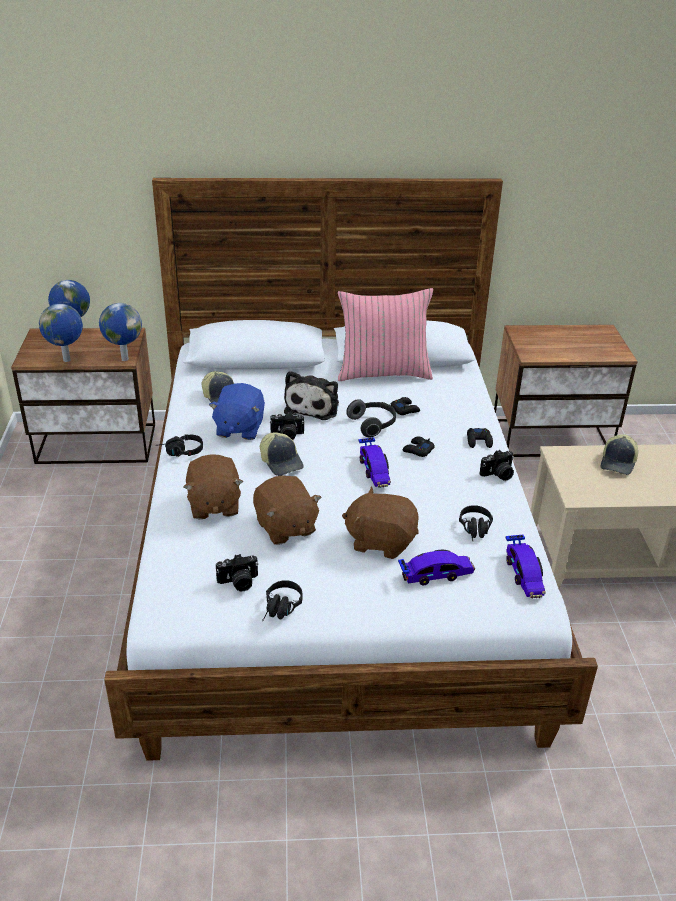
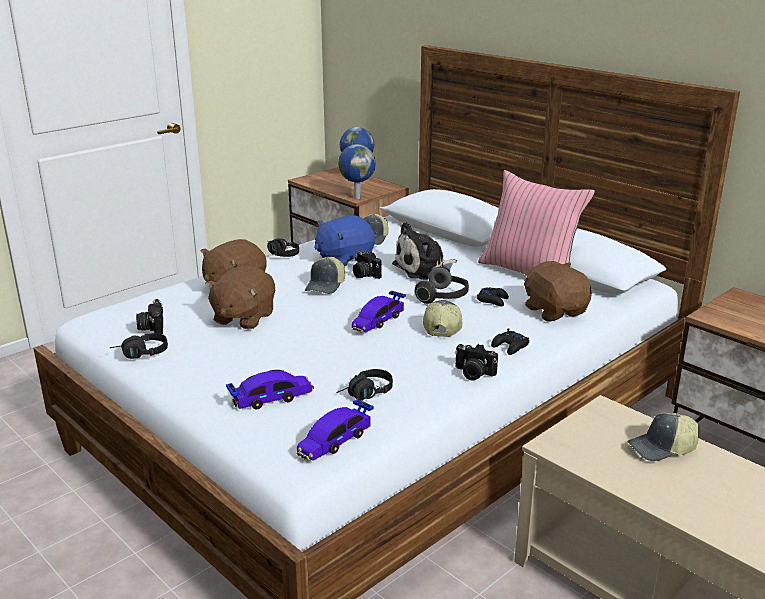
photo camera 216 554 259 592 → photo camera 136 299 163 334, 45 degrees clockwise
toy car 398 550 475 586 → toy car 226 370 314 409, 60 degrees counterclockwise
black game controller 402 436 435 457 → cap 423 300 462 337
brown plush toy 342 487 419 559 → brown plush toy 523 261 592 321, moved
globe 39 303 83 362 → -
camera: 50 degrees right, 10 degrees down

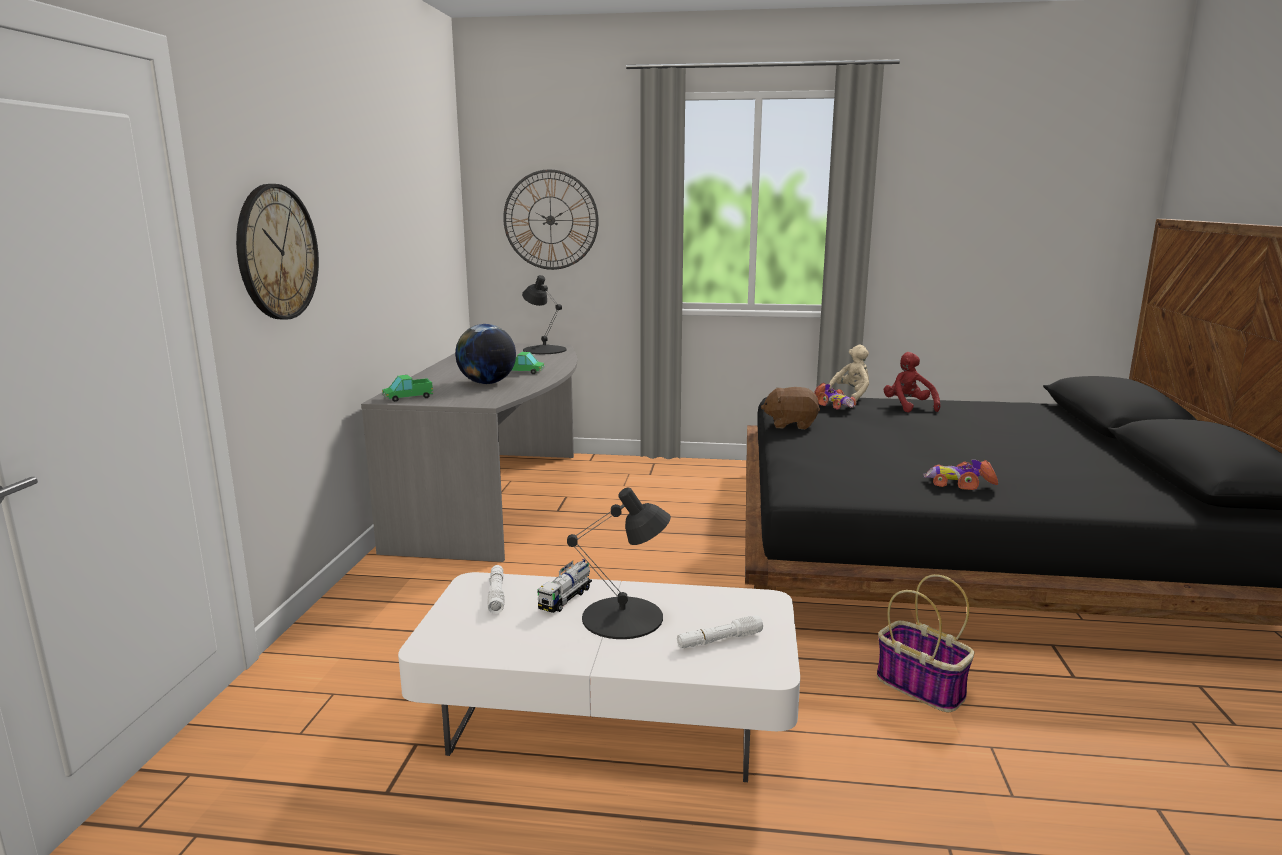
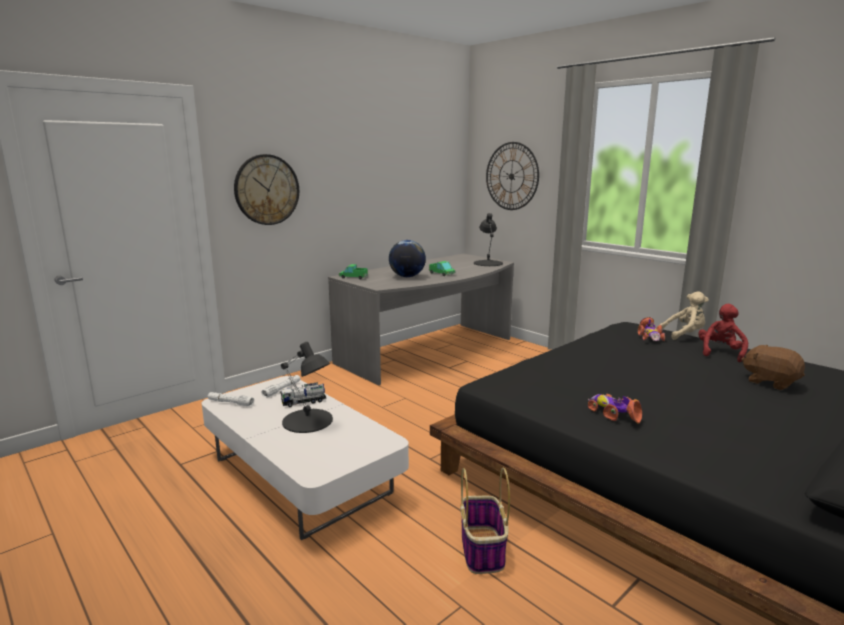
white flashlight 677 615 763 648 → white flashlight 208 392 254 406, moved
brown plush toy 761 387 820 429 → brown plush toy 741 345 805 390, moved
camera: 40 degrees right, 0 degrees up

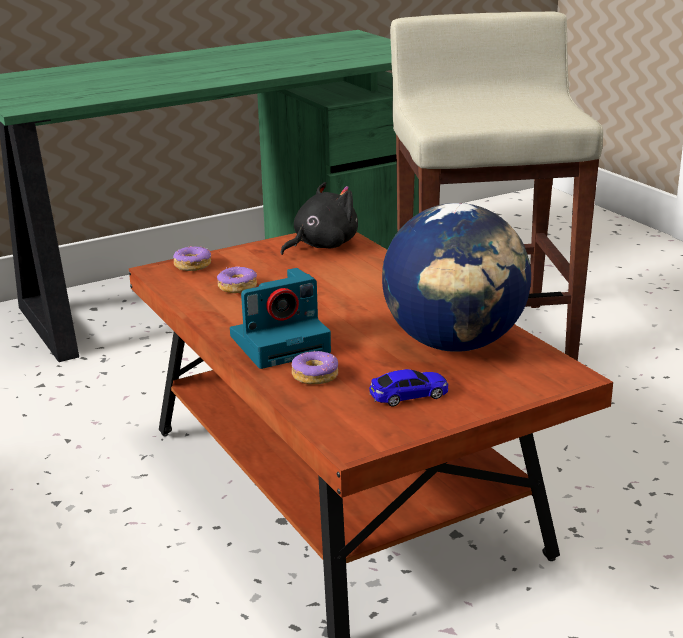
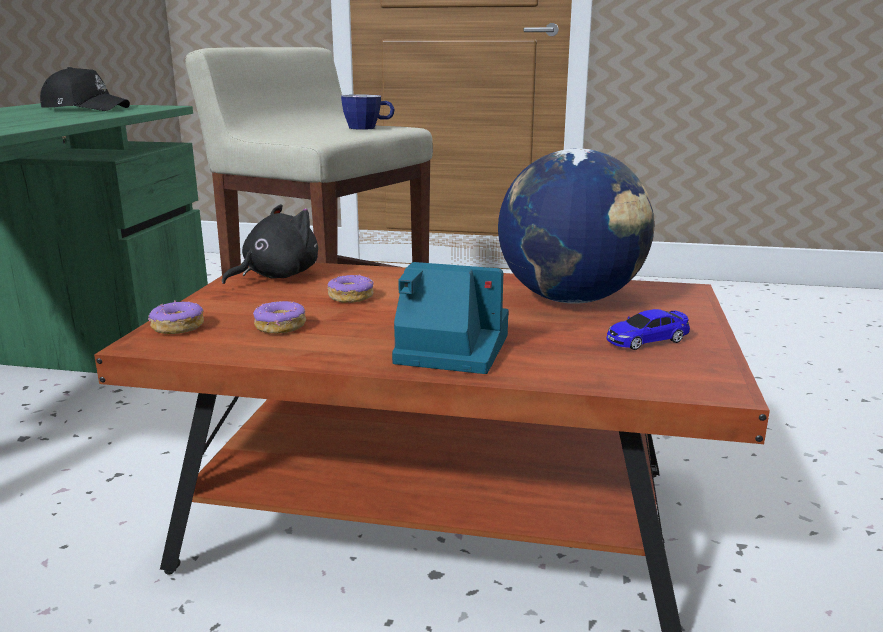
- → black cap 40 67 130 111
black plush toy 281 182 358 255 → black plush toy 222 204 318 284, 45 degrees clockwise
donut 292 350 338 384 → donut 327 274 374 303, moved
- → cup 341 94 395 130
photo camera 230 268 331 369 → photo camera 392 262 509 374, 90 degrees counterclockwise
toy car 369 369 448 407 → toy car 606 309 690 350, 135 degrees counterclockwise
camera: 50 degrees left, 5 degrees down

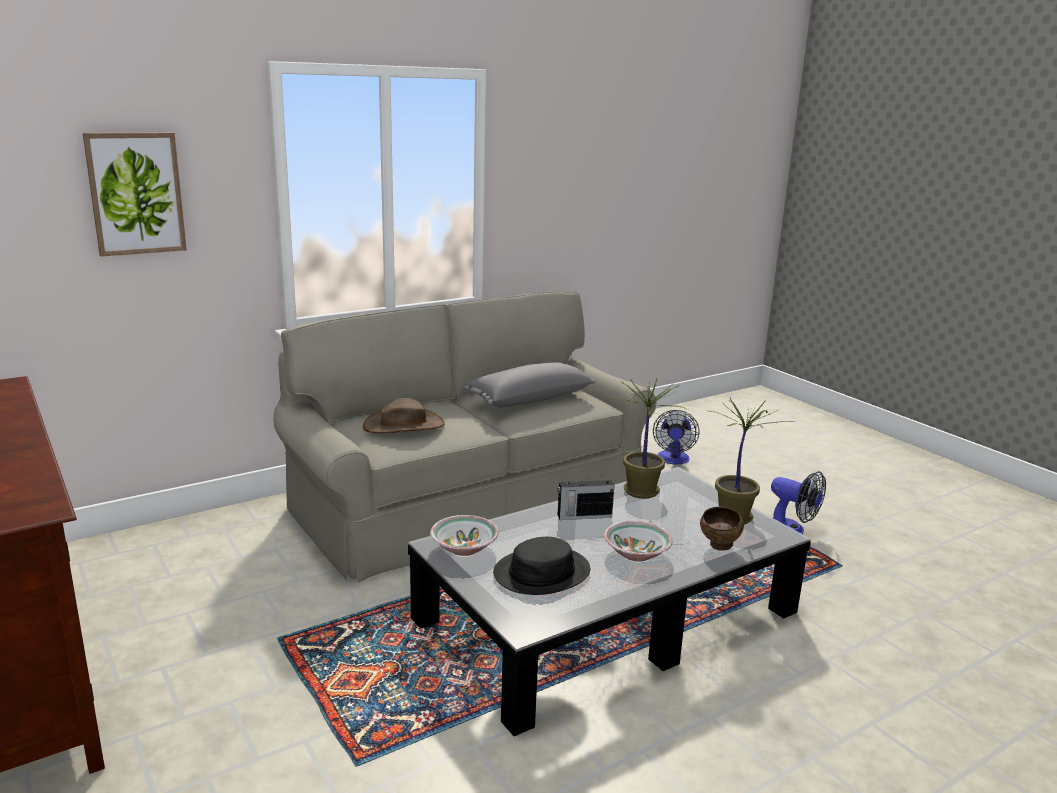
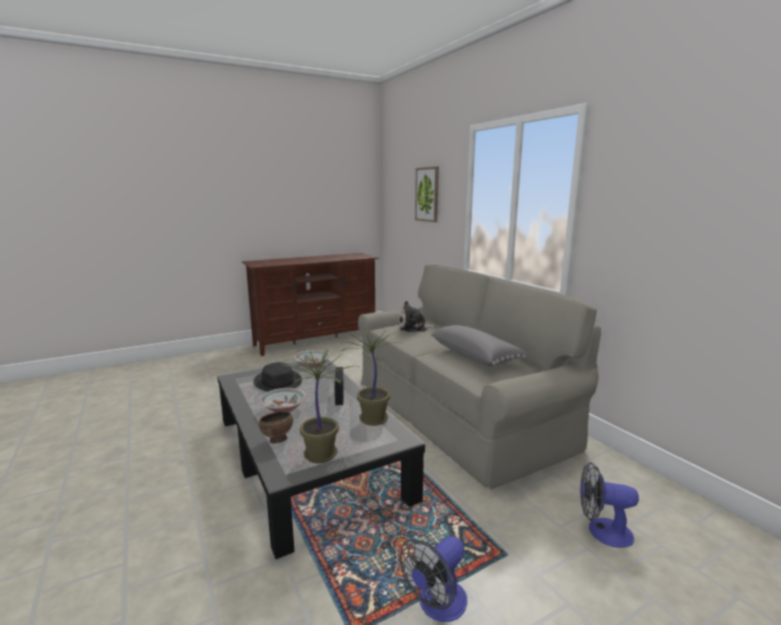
brown hat 363 398 445 433 → plush toy 398 301 436 332
camera: 95 degrees right, 5 degrees down

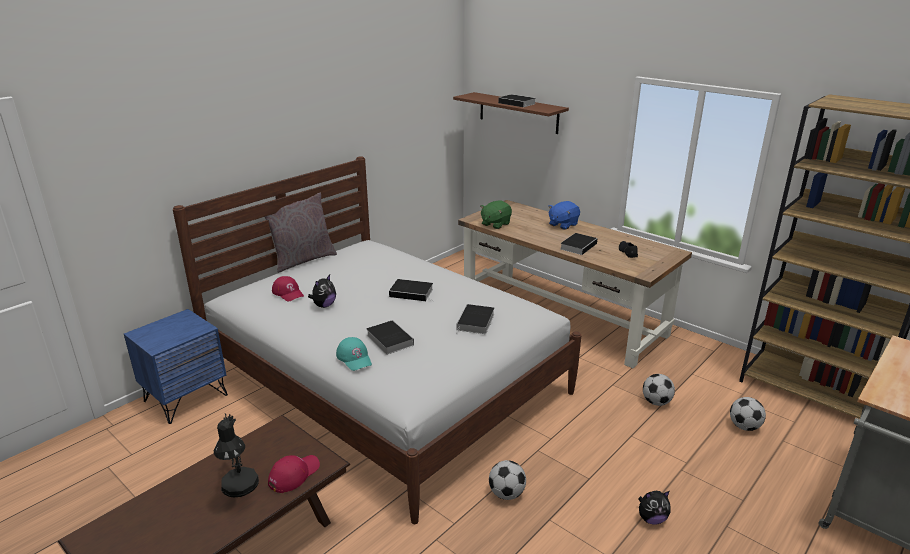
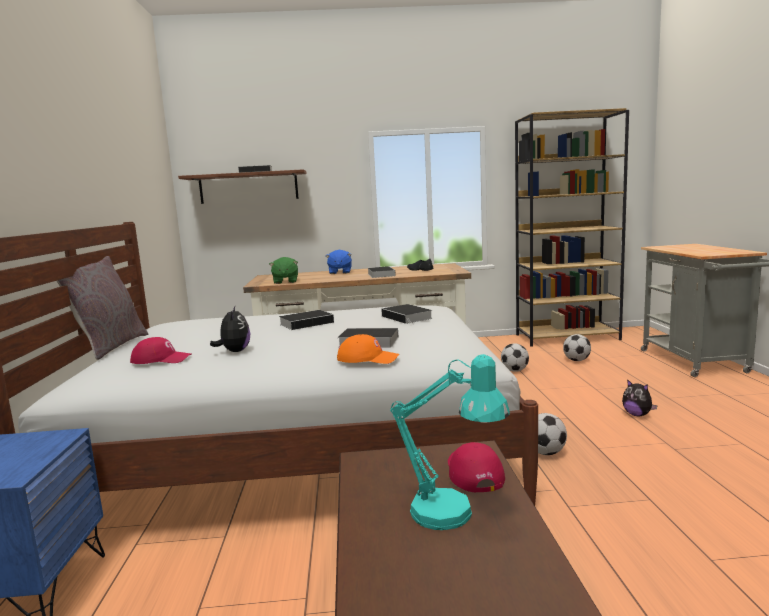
turquoise cap 336 337 372 371 → orange cap 337 334 399 364
black table lamp 214 413 259 497 → turquoise table lamp 390 354 510 530
plush toy 638 491 671 525 → plush toy 622 379 658 417, 105 degrees clockwise
camera: 45 degrees left, 15 degrees down

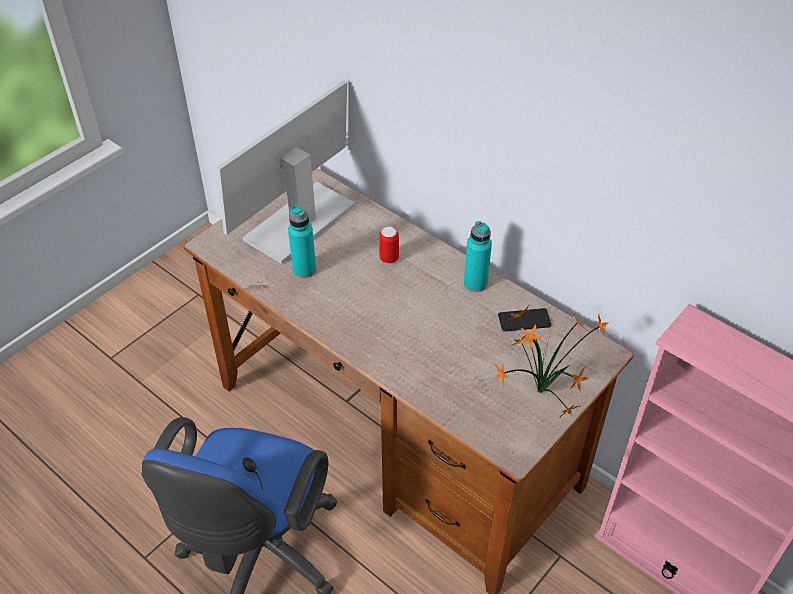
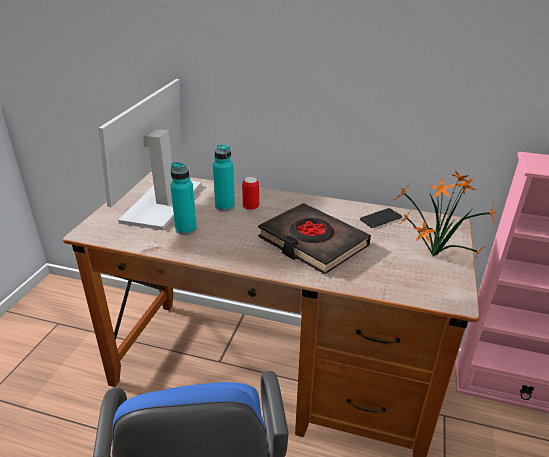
turquoise bottle 464 221 492 292 → turquoise bottle 213 144 235 211, moved
- → black book 258 203 371 274
camera: 25 degrees left, 15 degrees down

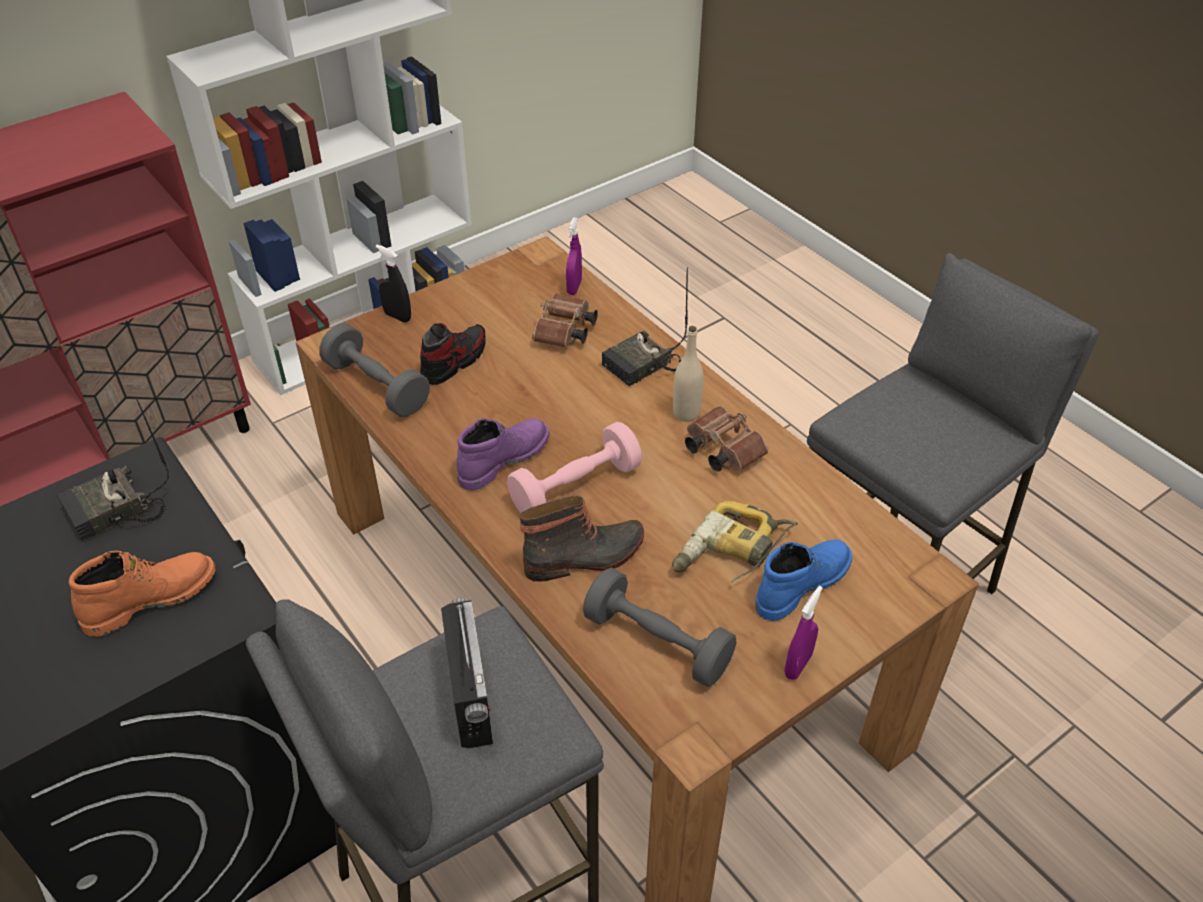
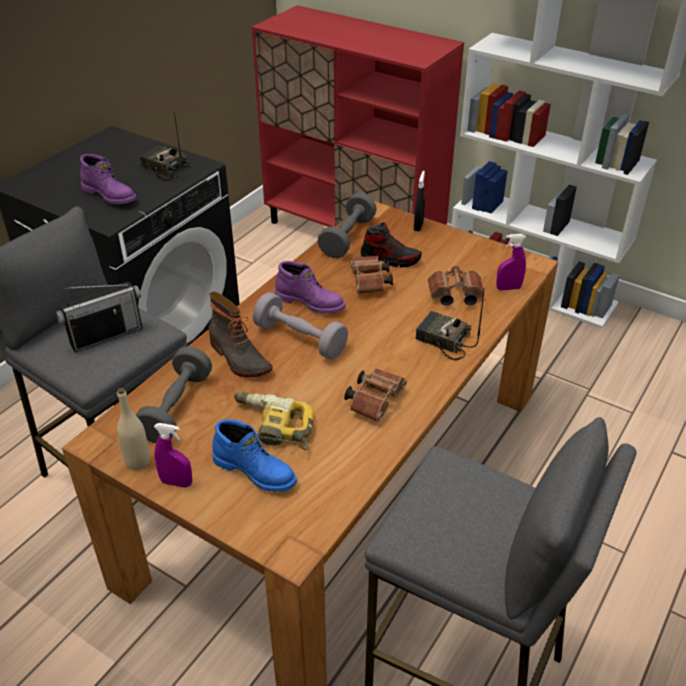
orange boot 69 550 215 637 → purple boot 80 154 136 204
beige bottle 673 326 704 422 → beige bottle 117 388 150 471, moved
pink dumbbell 507 422 642 513 → grey dumbbell 253 292 348 359
- → brown binoculars 350 256 393 294
camera: 70 degrees right, 5 degrees down

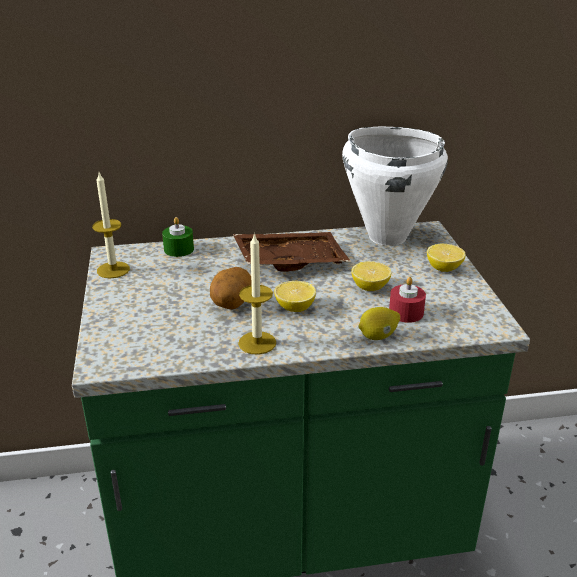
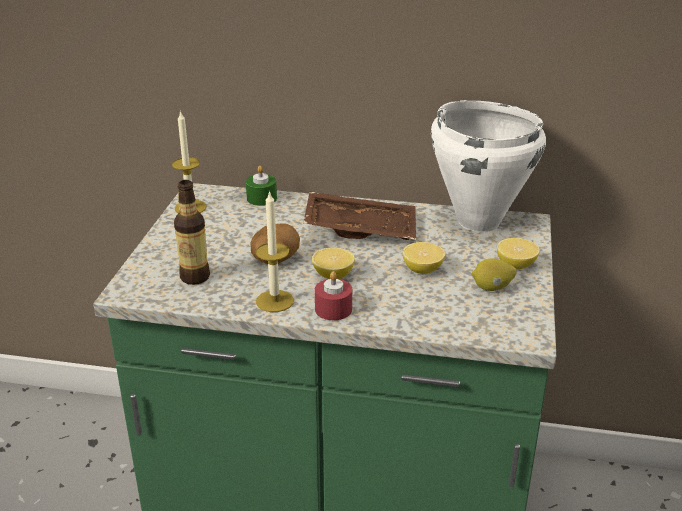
- → bottle 174 180 210 285
red candle 389 277 426 323 → red candle 315 271 352 320, moved
lemon 358 307 400 340 → lemon 472 259 517 291, moved
camera: 20 degrees right, 0 degrees up

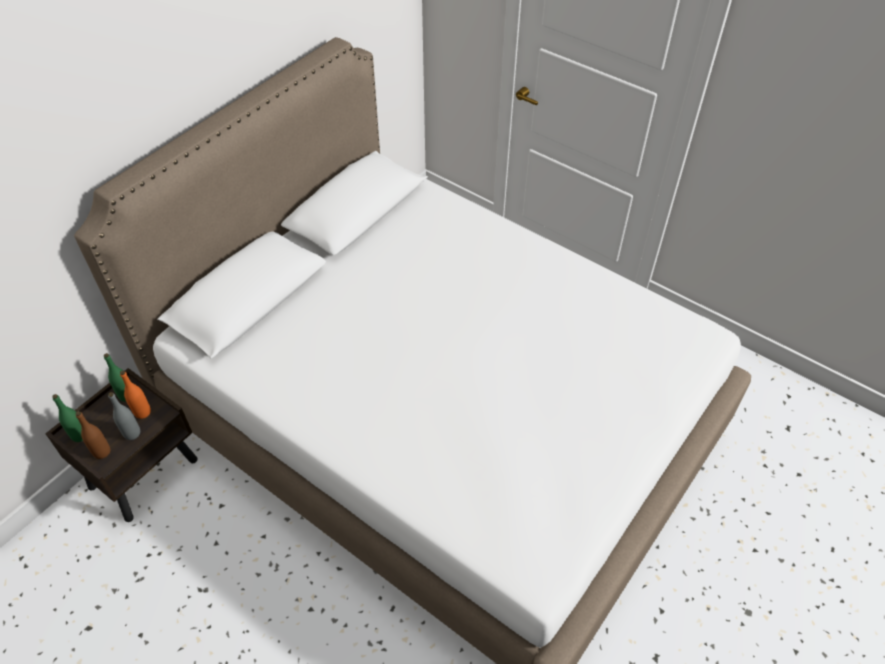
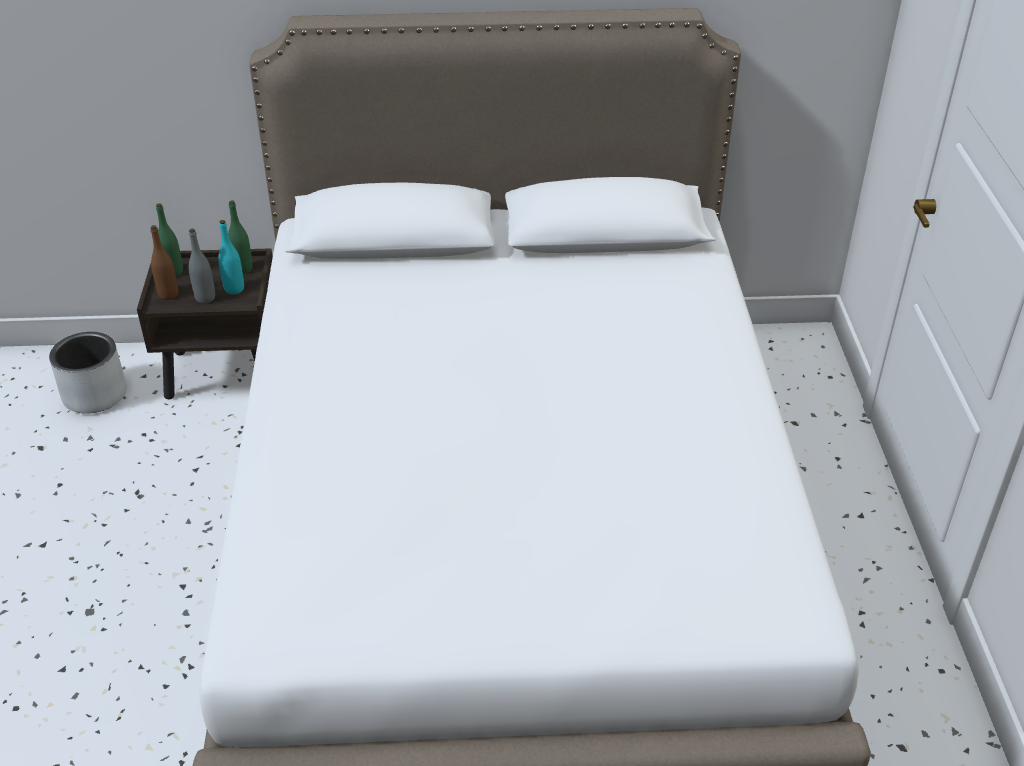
- → grey planter 49 332 127 413
orange bottle 120 371 151 419 → turquoise bottle 218 220 244 294
camera: 50 degrees right, 10 degrees down

